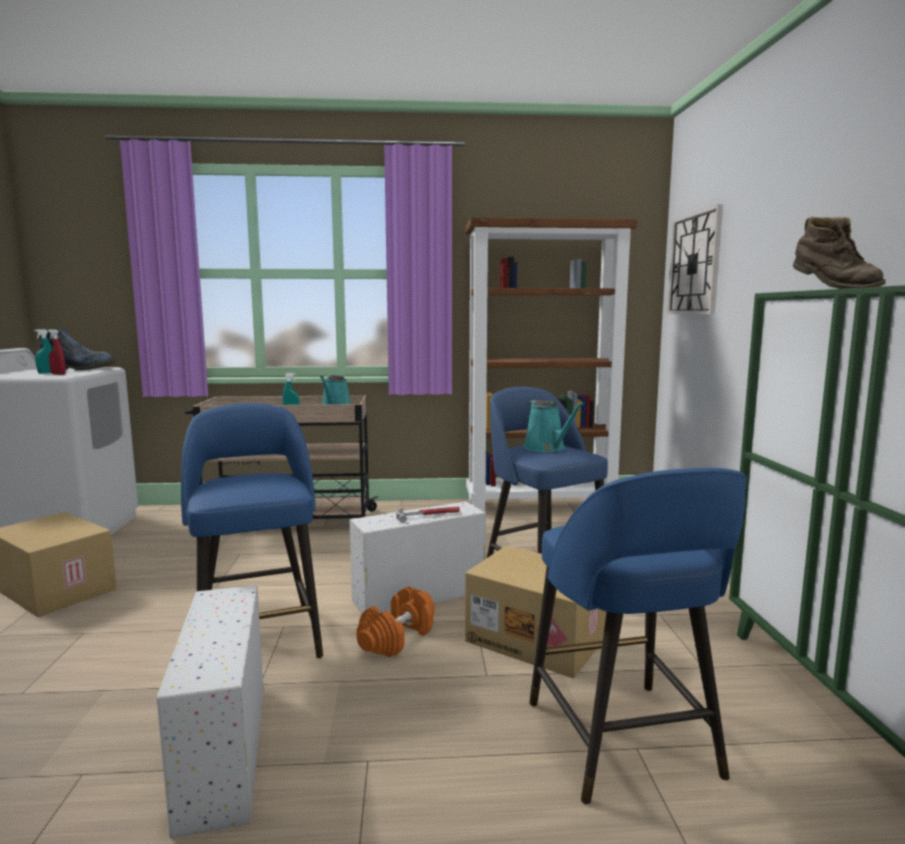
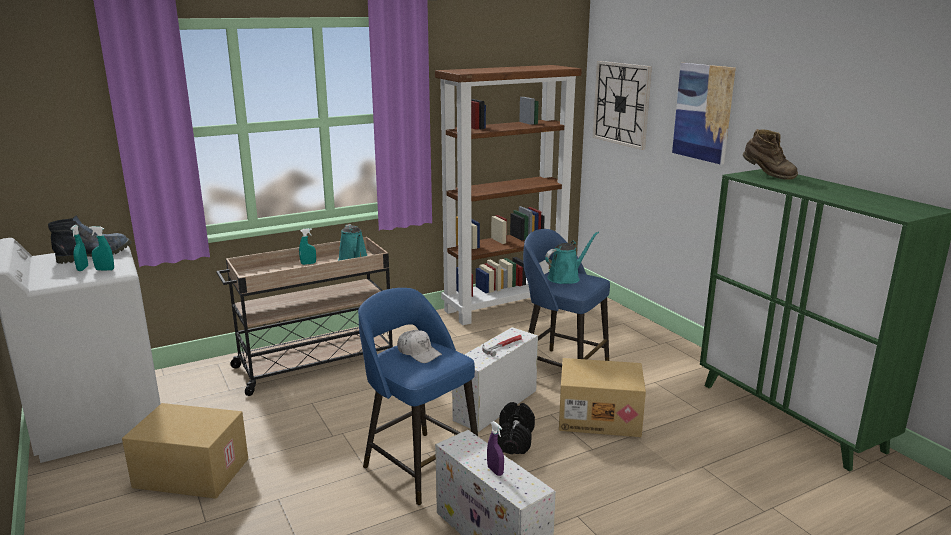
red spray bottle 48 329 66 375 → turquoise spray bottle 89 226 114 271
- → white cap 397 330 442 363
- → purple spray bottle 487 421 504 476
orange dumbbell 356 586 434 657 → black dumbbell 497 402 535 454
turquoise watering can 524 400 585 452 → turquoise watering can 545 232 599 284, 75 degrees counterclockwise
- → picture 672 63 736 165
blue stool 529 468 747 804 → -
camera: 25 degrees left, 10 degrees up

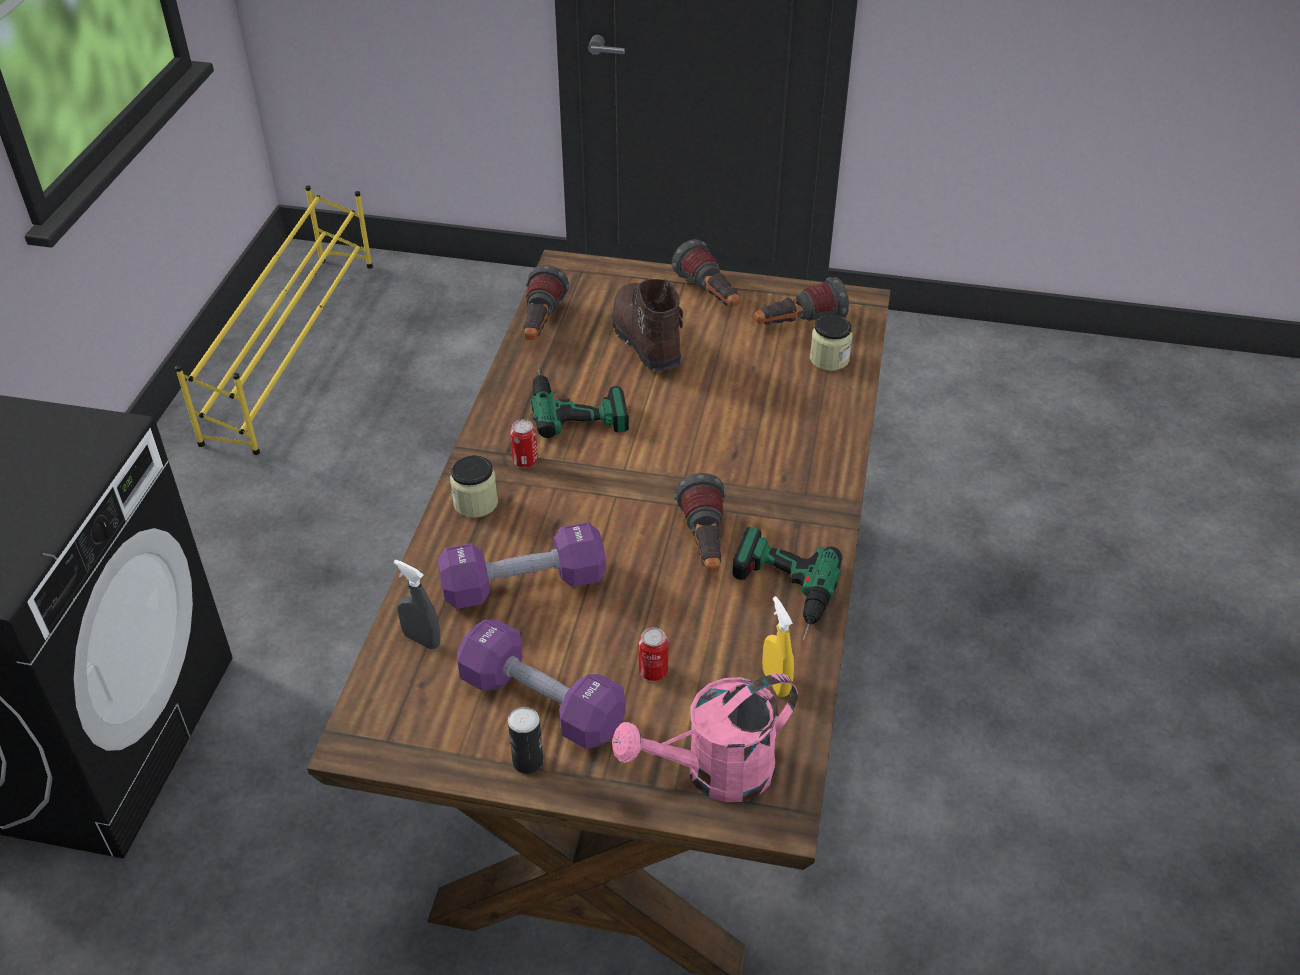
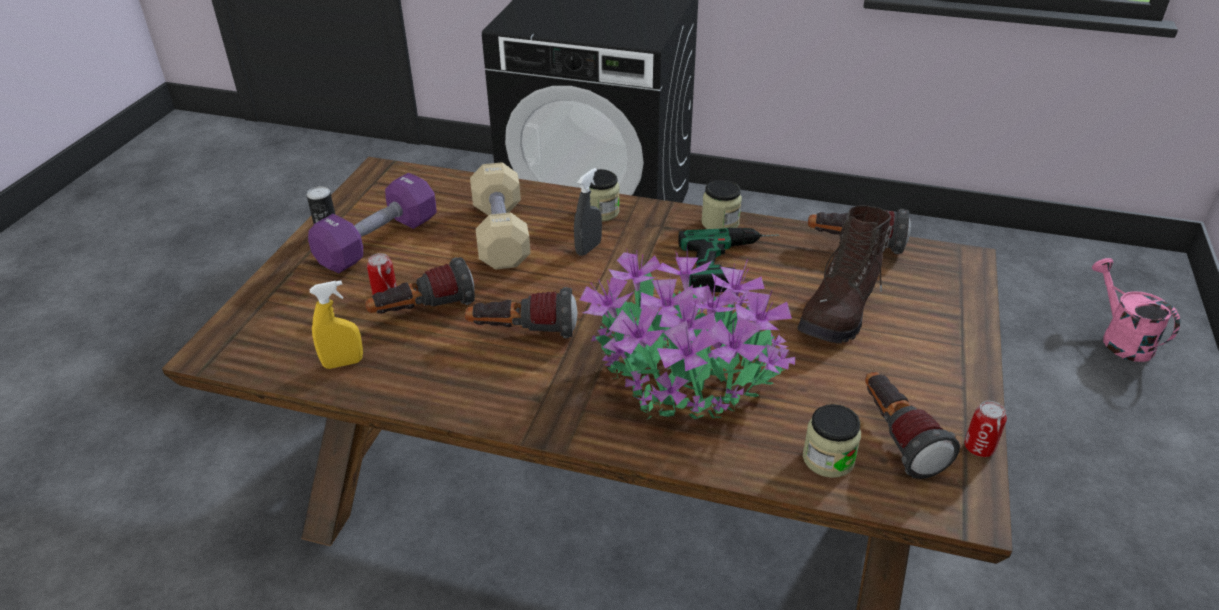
flashlight 672 239 740 307 → flashlight 365 257 475 314, moved
purple dumbbell 437 522 606 609 → beige dumbbell 470 162 530 269
grey spray bottle 394 560 440 650 → grey spray bottle 574 168 602 256, moved
- → potted plant 580 250 795 420
- → jar 701 180 742 229
brown boot 612 279 683 371 → brown boot 797 206 894 343, 135 degrees clockwise
can 510 419 538 467 → can 964 401 1007 457, moved
pink watering can 612 674 798 802 → pink watering can 1092 258 1180 362, moved
yellow shoe rack 175 186 373 455 → -
power drill 733 527 842 641 → -
camera: 95 degrees right, 5 degrees down

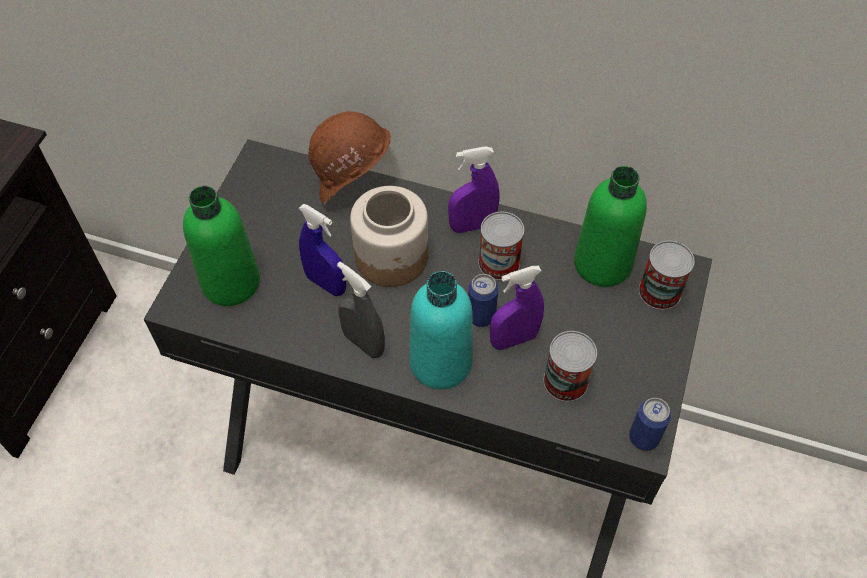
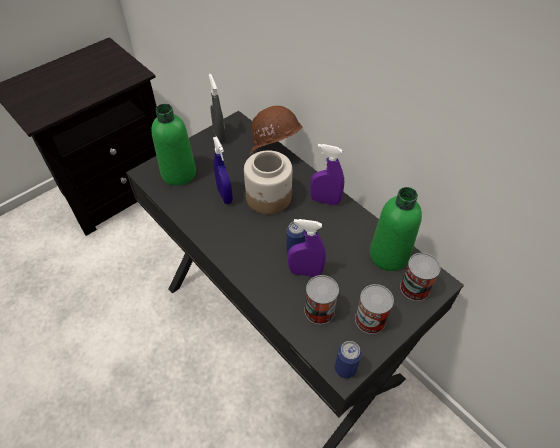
grey spray bottle 337 262 385 358 → grey spray bottle 209 74 226 143, moved
can 478 212 524 280 → can 355 284 394 334, moved
turquoise bottle 409 271 473 389 → -
camera: 30 degrees right, 5 degrees down

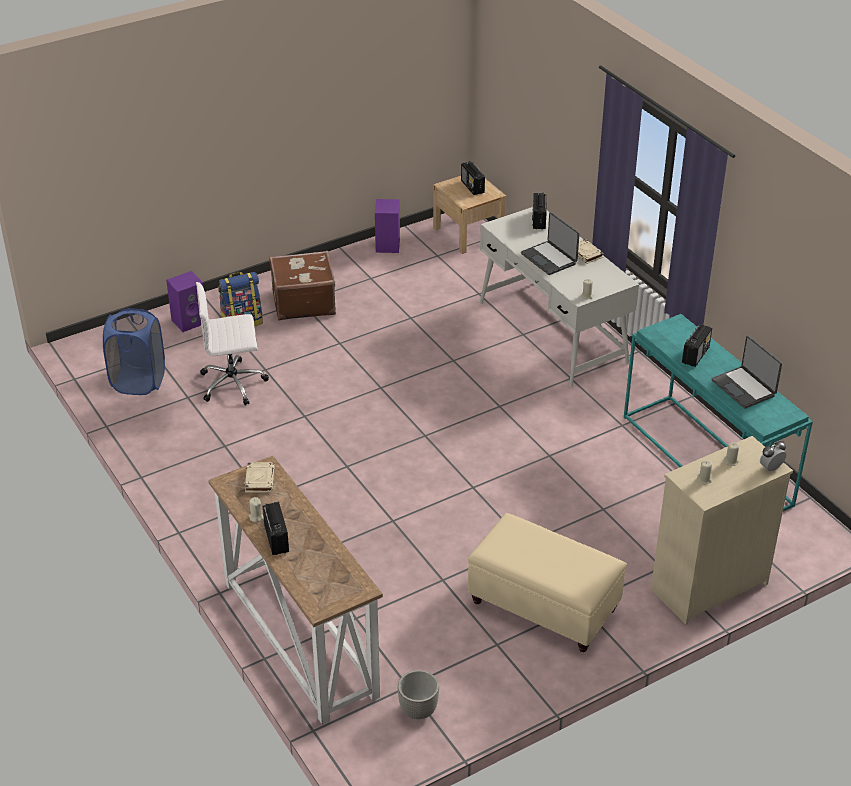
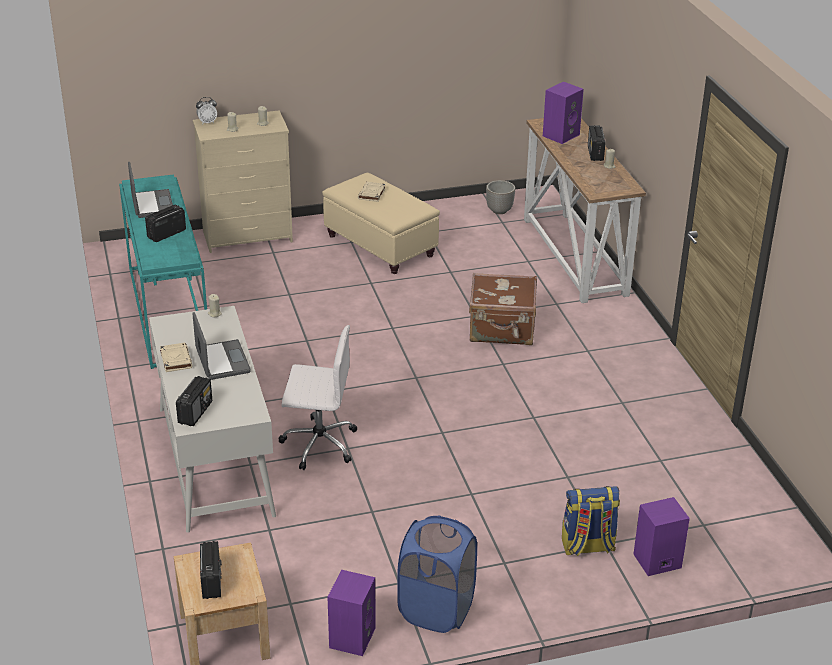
white office chair 196 282 269 406 → white office chair 278 325 357 470, moved
beige book 245 462 275 493 → beige book 358 182 386 202, moved
blue laundry basket 103 308 165 395 → blue laundry basket 397 516 477 633, moved
brown suitcase 269 251 336 321 → brown suitcase 469 273 537 345, moved
- → purple speaker 543 82 584 144
camera: 165 degrees left, 5 degrees down

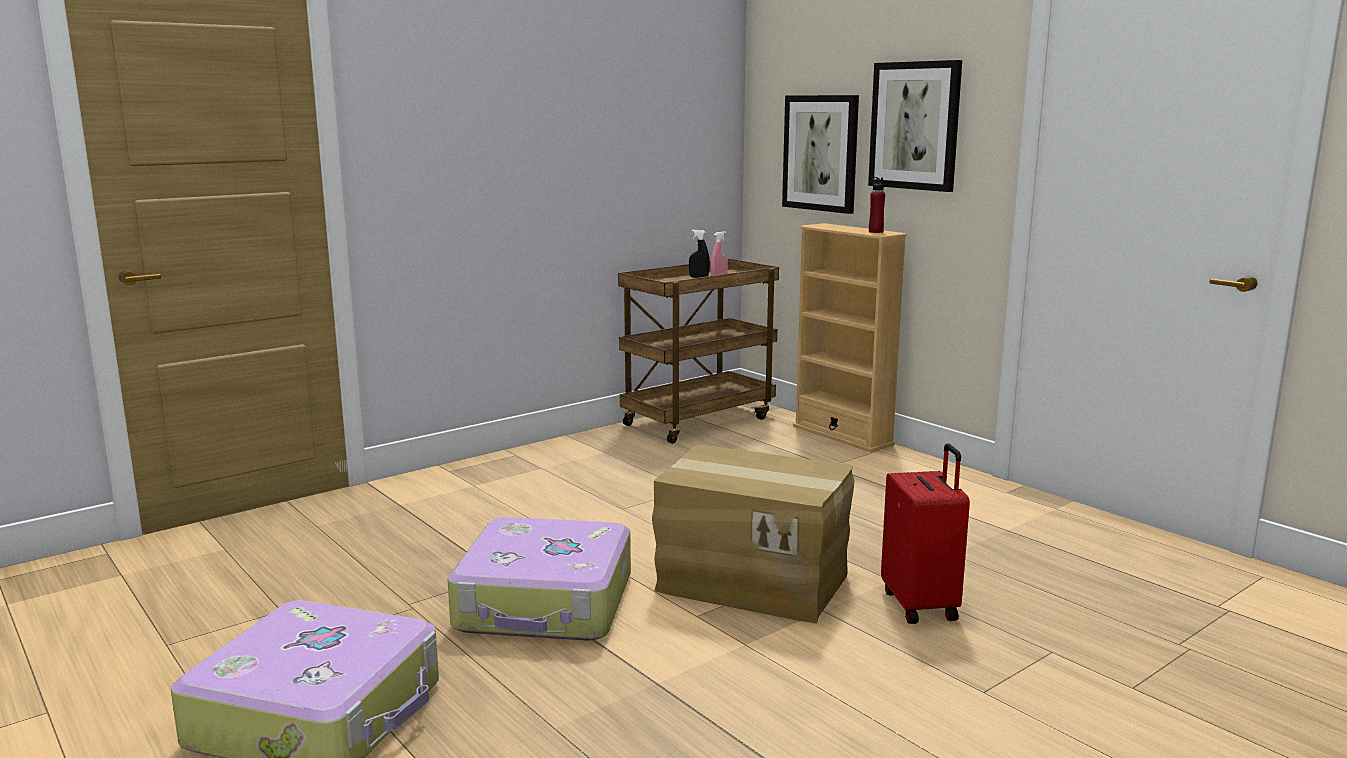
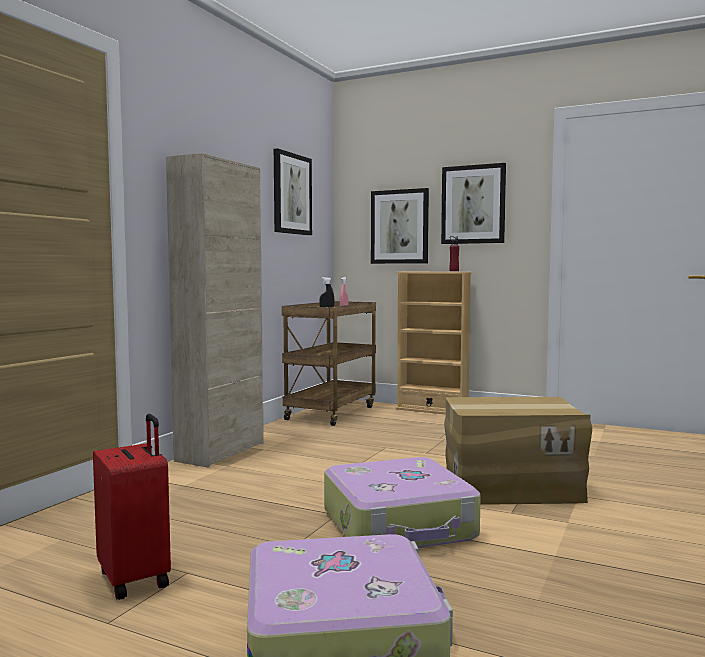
red suitcase 881 444 970 624 → red suitcase 93 414 171 600, moved
- → beige cabinet 166 153 264 467
- → picture 274 148 312 235
camera: 25 degrees left, 10 degrees down

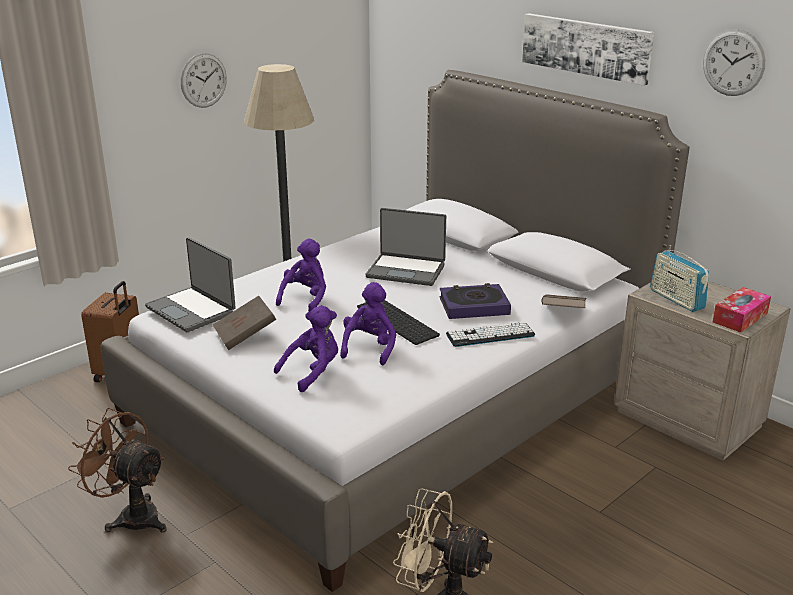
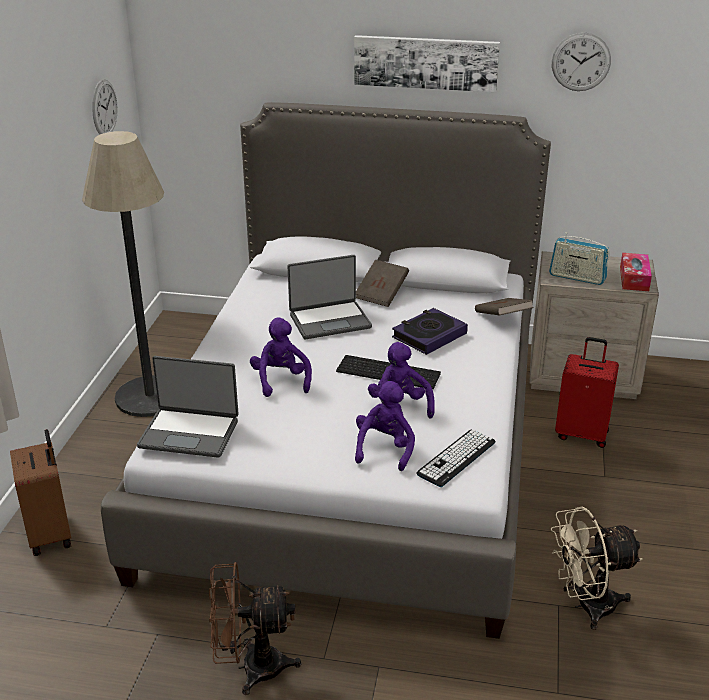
wall clock 181 53 227 108 → wall clock 92 79 118 135, moved
brown book 213 296 276 350 → brown book 356 260 409 307, moved
keyboard 446 322 535 347 → keyboard 417 429 496 487, moved
- → red suitcase 555 337 619 448
camera: 35 degrees left, 5 degrees up

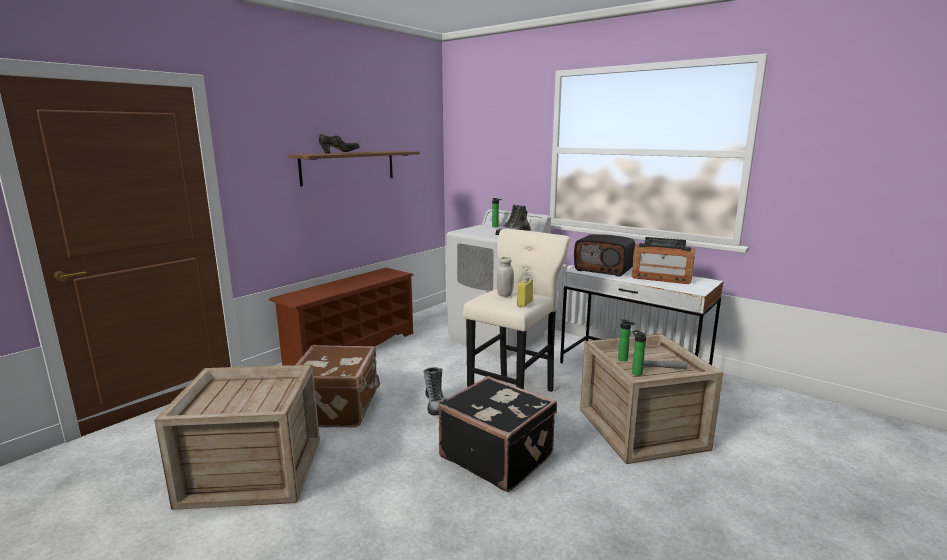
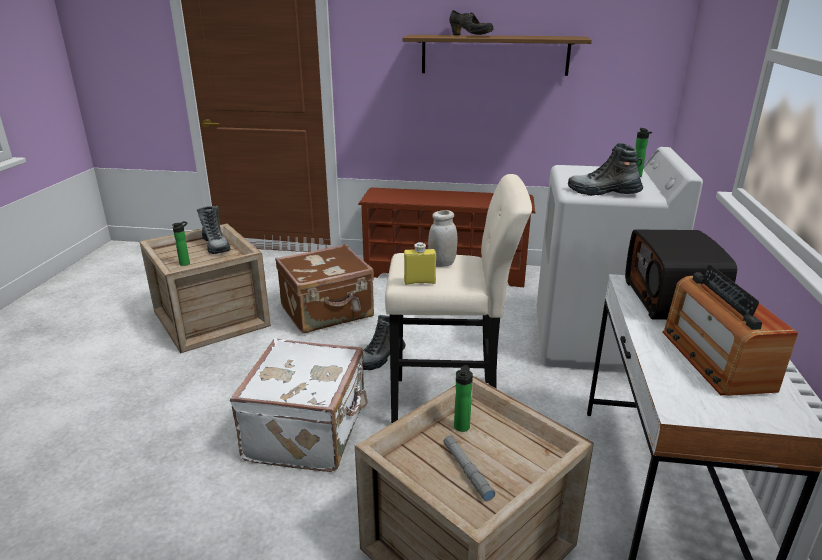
bottle 632 330 646 376 → bottle 173 221 190 266, moved
- → boot 197 206 231 254
black suitcase 438 376 557 492 → white suitcase 230 339 368 472
camera: 60 degrees right, 10 degrees up

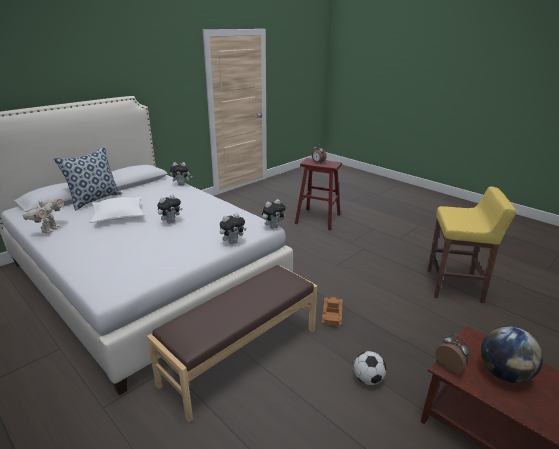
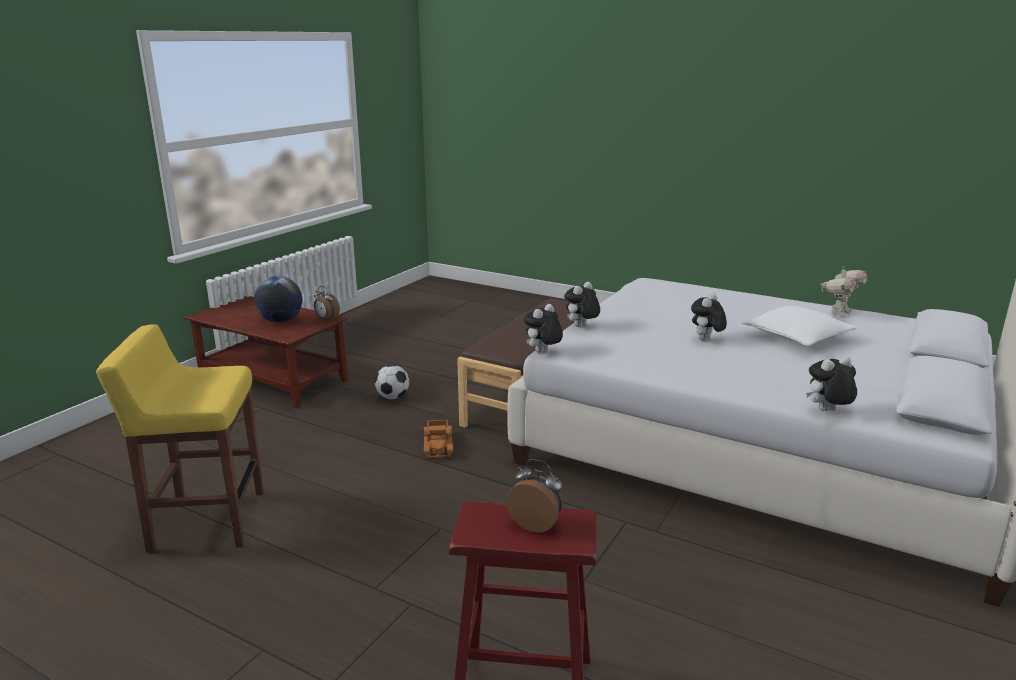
toy robot 22 198 64 234 → toy robot 820 266 867 316, 135 degrees counterclockwise
pillow 54 146 122 211 → -
camera: 165 degrees right, 5 degrees down

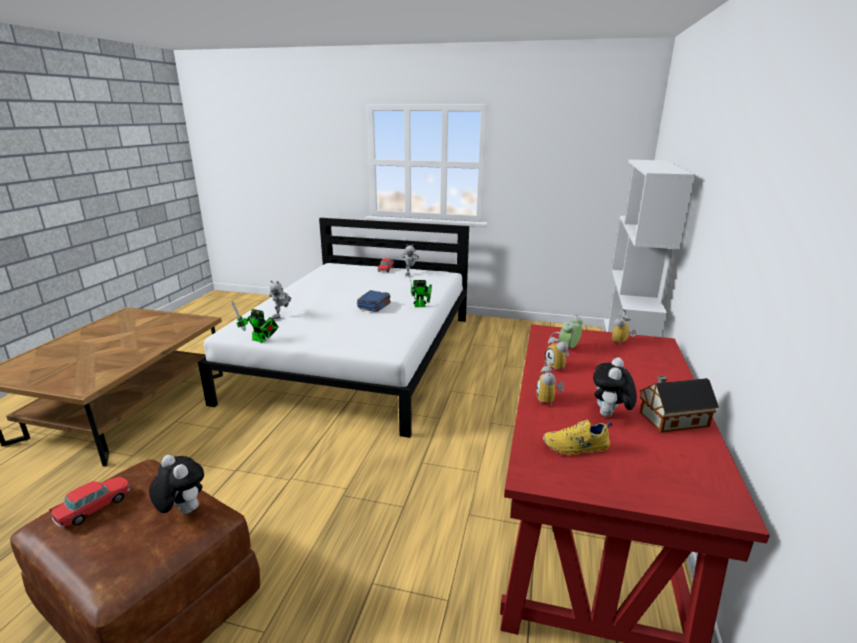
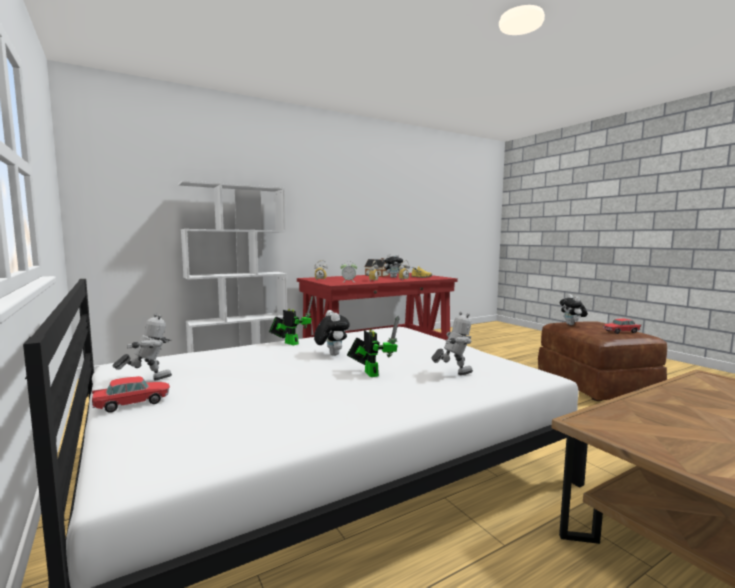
blue book 357 290 391 312 → plush toy 314 310 350 356
toy robot 232 301 279 343 → toy robot 347 316 399 377, moved
camera: 135 degrees left, 15 degrees down

